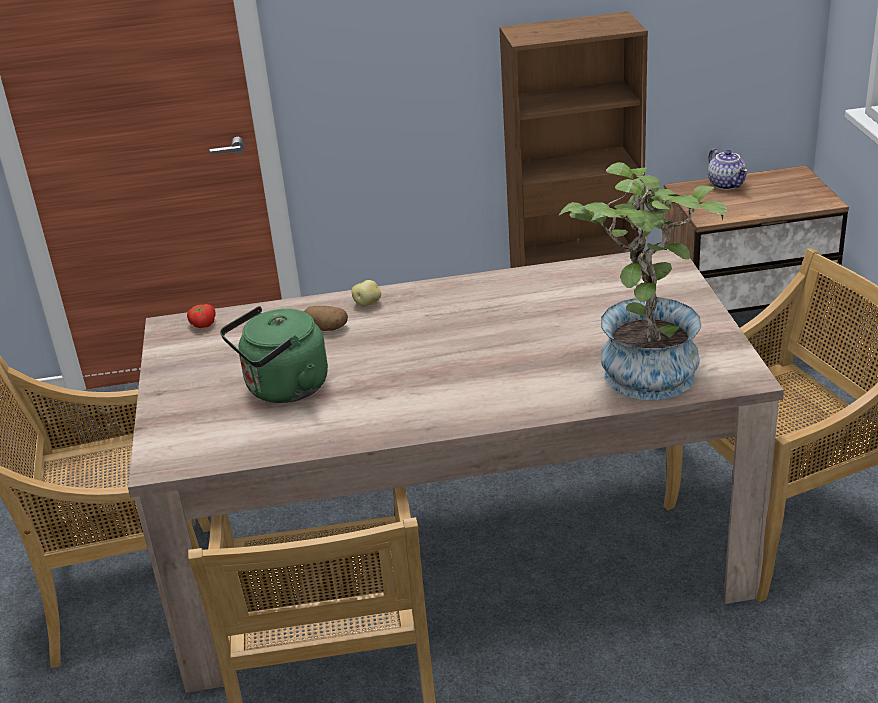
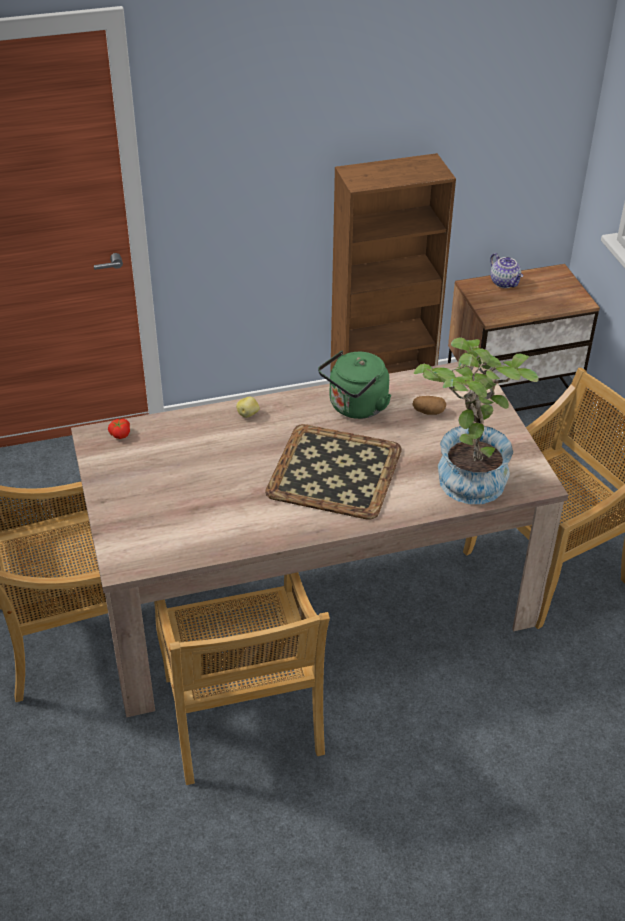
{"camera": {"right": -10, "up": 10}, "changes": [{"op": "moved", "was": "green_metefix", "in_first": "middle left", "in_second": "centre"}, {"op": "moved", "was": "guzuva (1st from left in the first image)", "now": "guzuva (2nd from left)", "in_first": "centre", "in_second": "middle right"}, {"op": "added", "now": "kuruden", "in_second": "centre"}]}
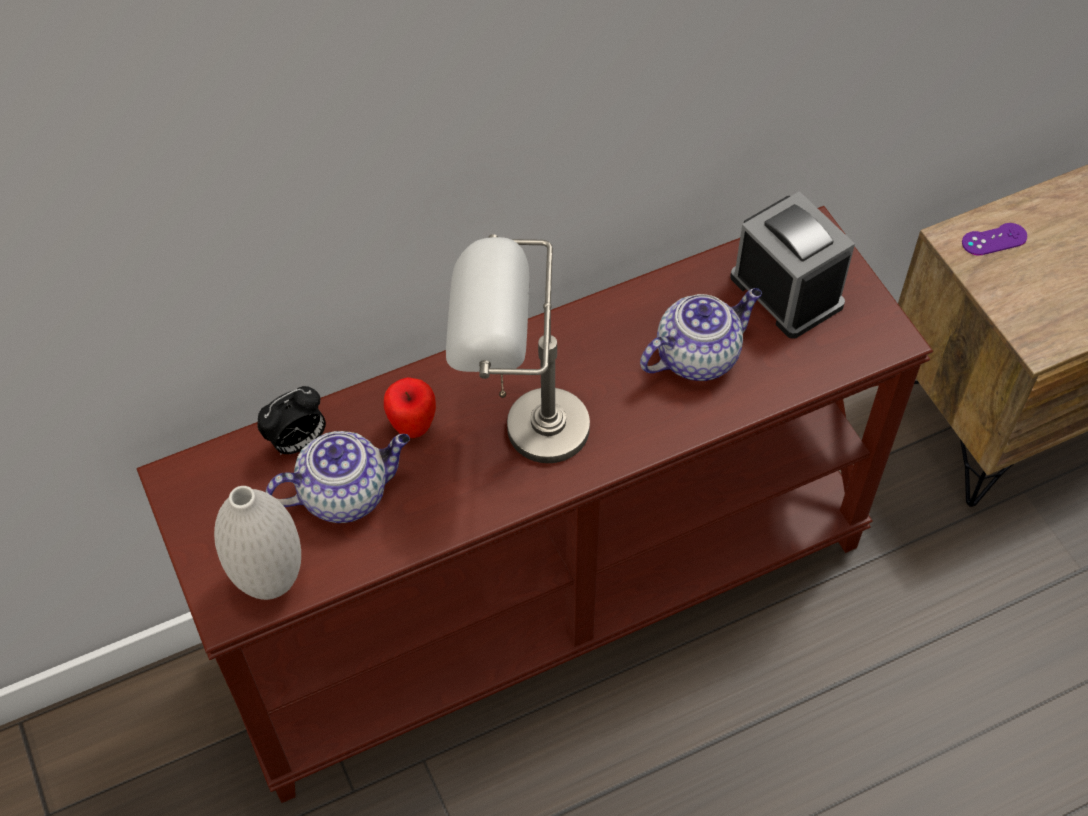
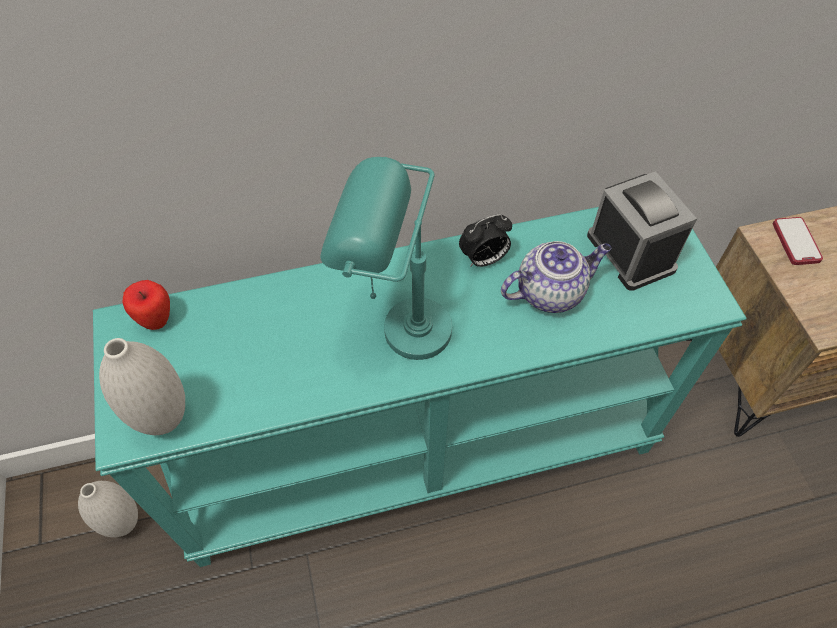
{"camera": {"right": 10, "up": 0}, "changes": [{"op": "recoloured", "was": "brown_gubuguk", "now": "turquoise_gubuguk", "in_first": "centre", "in_second": "centre"}, {"op": "moved", "was": "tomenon (1st from left)", "in_first": "middle left", "in_second": "centre"}, {"op": "removed", "was": "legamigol (1st from left)", "in_first": "middle left"}, {"op": "moved", "was": "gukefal", "in_first": "centre", "in_second": "middle left"}, {"op": "recoloured", "was": "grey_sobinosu", "now": "turquoise_sobinosu", "in_first": "centre", "in_second": "centre"}, {"op": "replaced", "was": "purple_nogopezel", "now": "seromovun", "in_first": "top right", "in_second": "middle right"}, {"op": "added", "now": "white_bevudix (1st from left)", "in_second": "bottom left"}]}
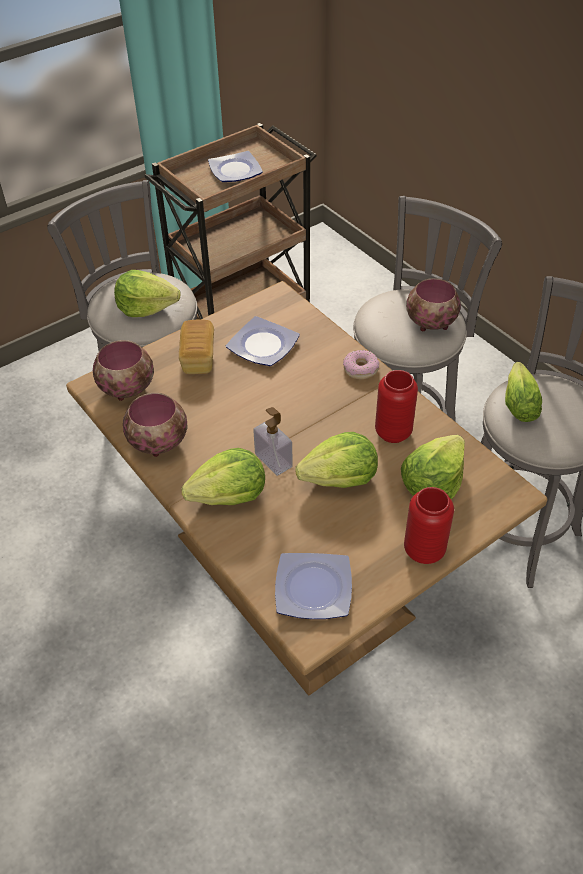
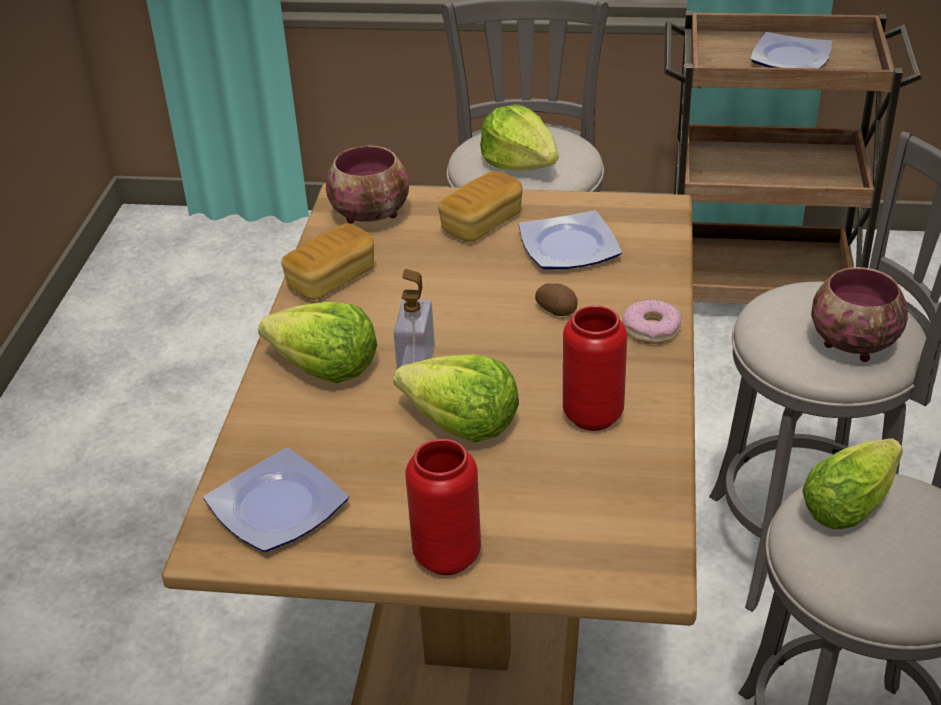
{"camera": {"right": 45, "up": -10}, "changes": [{"op": "replaced", "was": "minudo (2nd from left)", "now": "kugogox (1st from left)", "in_first": "middle left", "in_second": "centre"}, {"op": "removed", "was": "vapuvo (4th from left)", "in_first": "middle right"}, {"op": "added", "now": "guzuva", "in_second": "centre"}]}
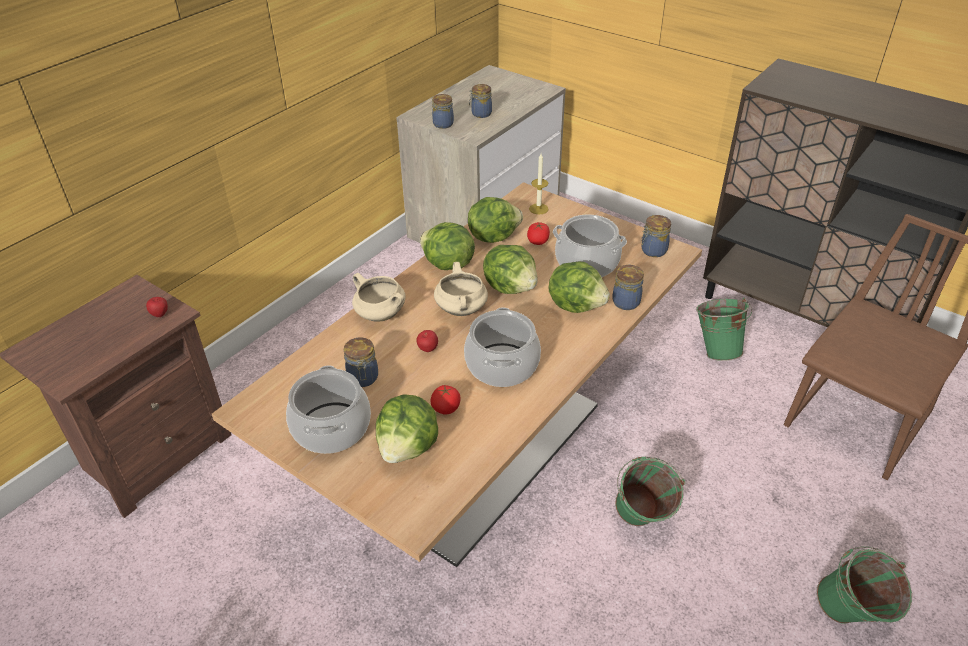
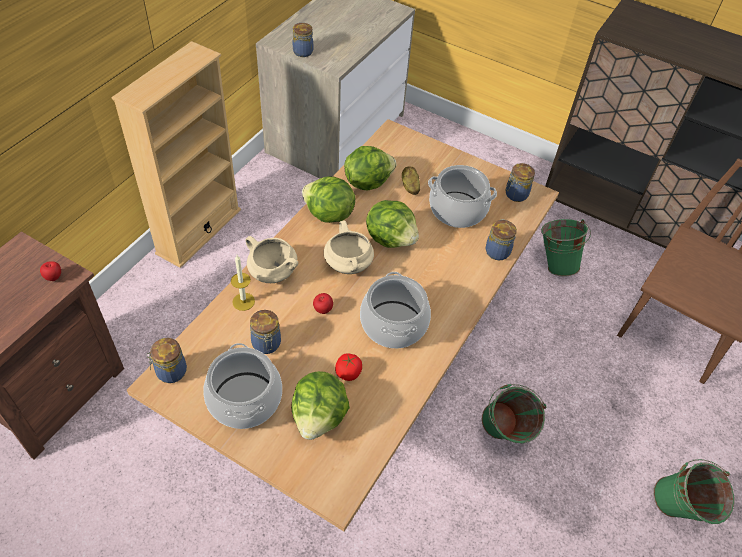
{"camera": {"right": -10, "up": 10}, "changes": [{"op": "moved", "was": "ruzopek (3rd from left in the first image)", "now": "ruzopek (1st from left)", "in_first": "top centre", "in_second": "middle left"}, {"op": "replaced", "was": "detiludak (2nd from left)", "now": "guzuva", "in_first": "centre", "in_second": "top centre"}, {"op": "moved", "was": "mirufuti", "in_first": "top centre", "in_second": "middle left"}, {"op": "removed", "was": "vapuvo (5th from left)", "in_first": "centre"}, {"op": "added", "now": "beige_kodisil", "in_second": "top left"}]}
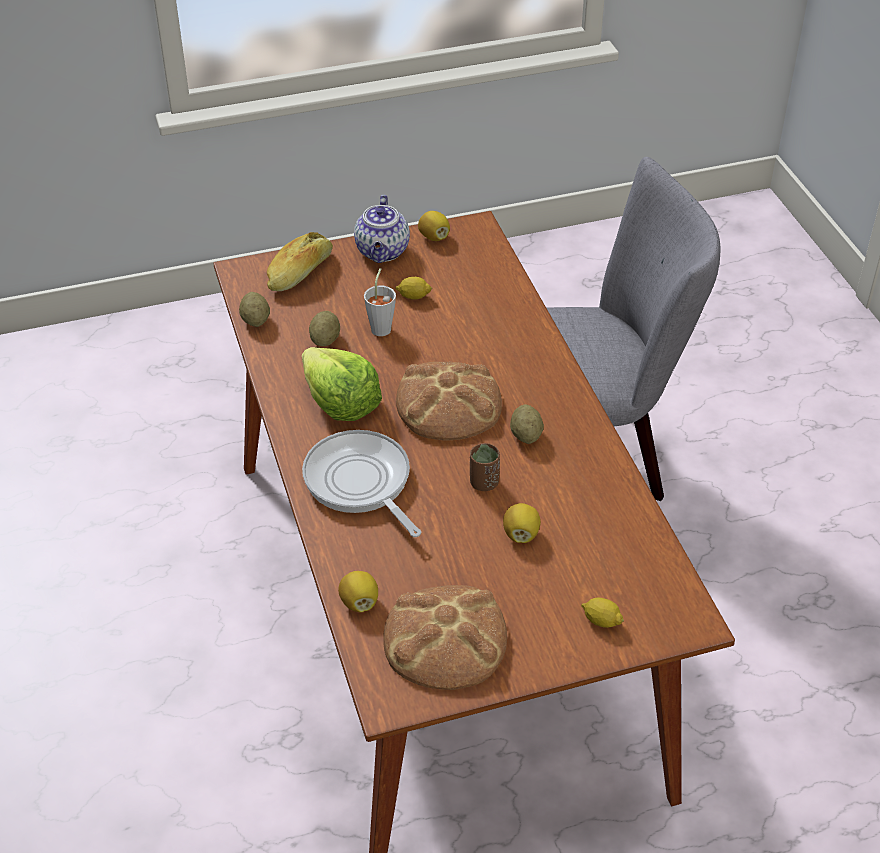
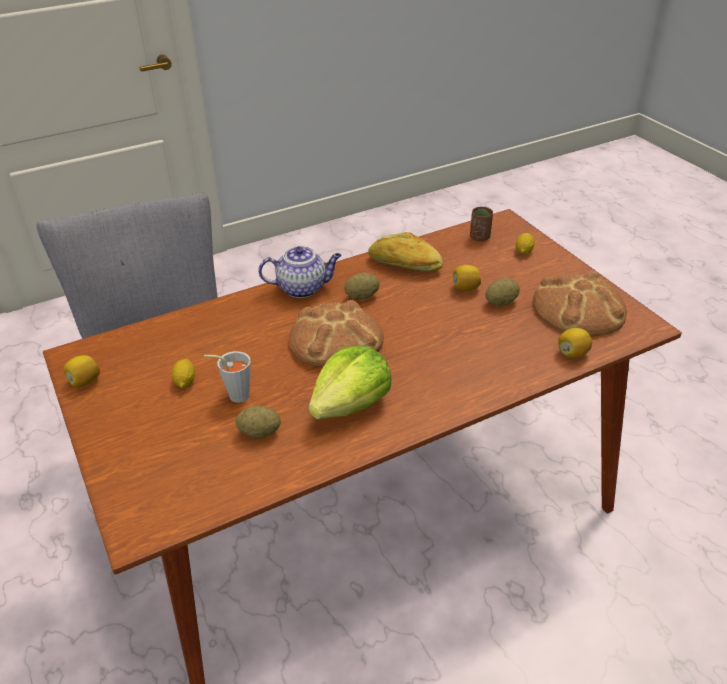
{"camera": {"right": -100, "up": -5}, "changes": [{"op": "moved", "was": "guzuva (1st from left in the first image)", "now": "guzuva (3rd from left)", "in_first": "middle left", "in_second": "middle right"}, {"op": "moved", "was": "kugogox (1st from left in the first image)", "now": "kugogox (2nd from left)", "in_first": "top centre", "in_second": "centre"}, {"op": "removed", "was": "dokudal", "in_first": "centre"}, {"op": "moved", "was": "legamigol", "in_first": "top centre", "in_second": "centre"}, {"op": "moved", "was": "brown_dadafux", "in_first": "centre", "in_second": "top centre"}]}
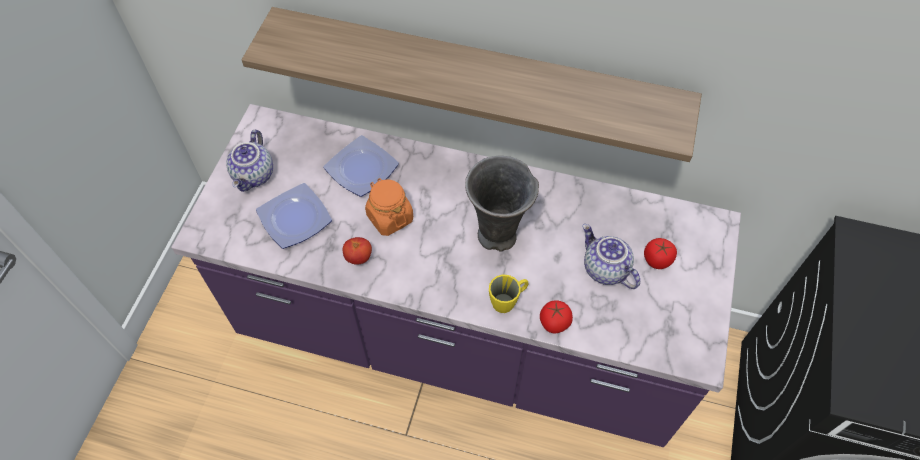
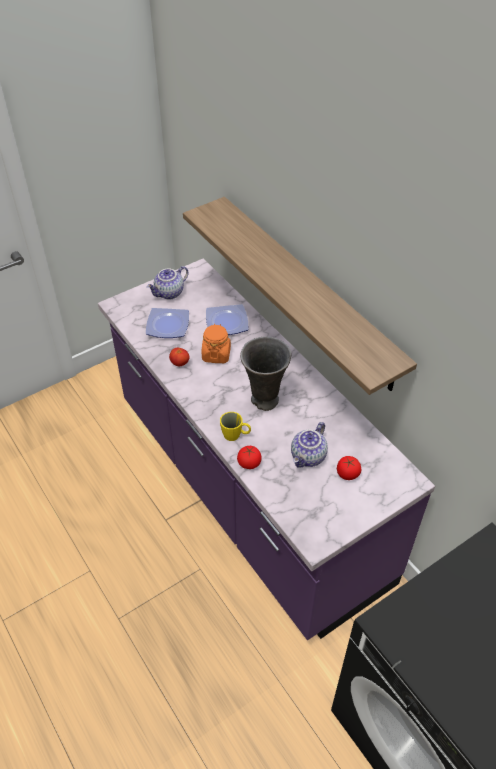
{"camera": {"right": 40, "up": -10}, "changes": [{"op": "turned", "was": "legamigol (2nd from left)", "in_first": "centre", "in_second": "centre", "clockwise": -150}]}
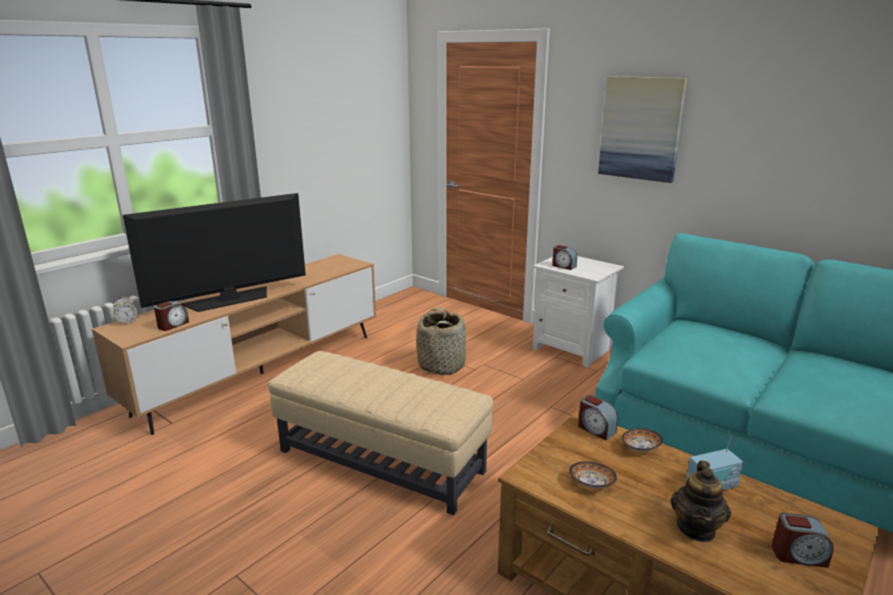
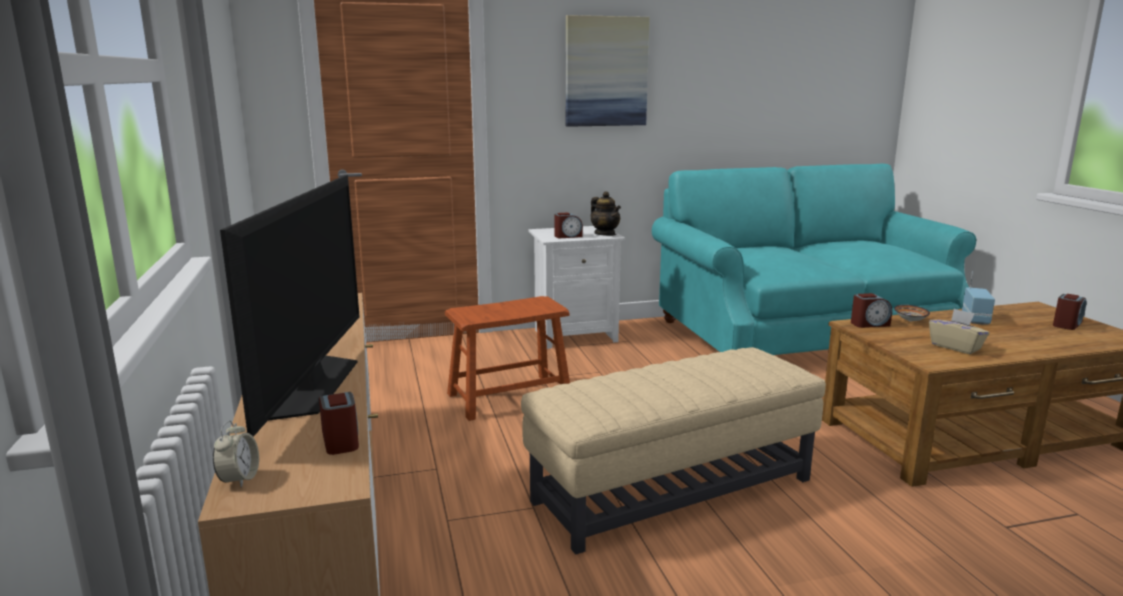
{"camera": {"right": -55, "up": -5}, "changes": [{"op": "replaced", "was": "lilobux", "now": "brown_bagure", "in_first": "centre", "in_second": "centre"}, {"op": "replaced", "was": "minudo (1st from left)", "now": "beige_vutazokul", "in_first": "bottom centre", "in_second": "middle right"}, {"op": "moved", "was": "legamigol", "in_first": "bottom right", "in_second": "centre"}]}
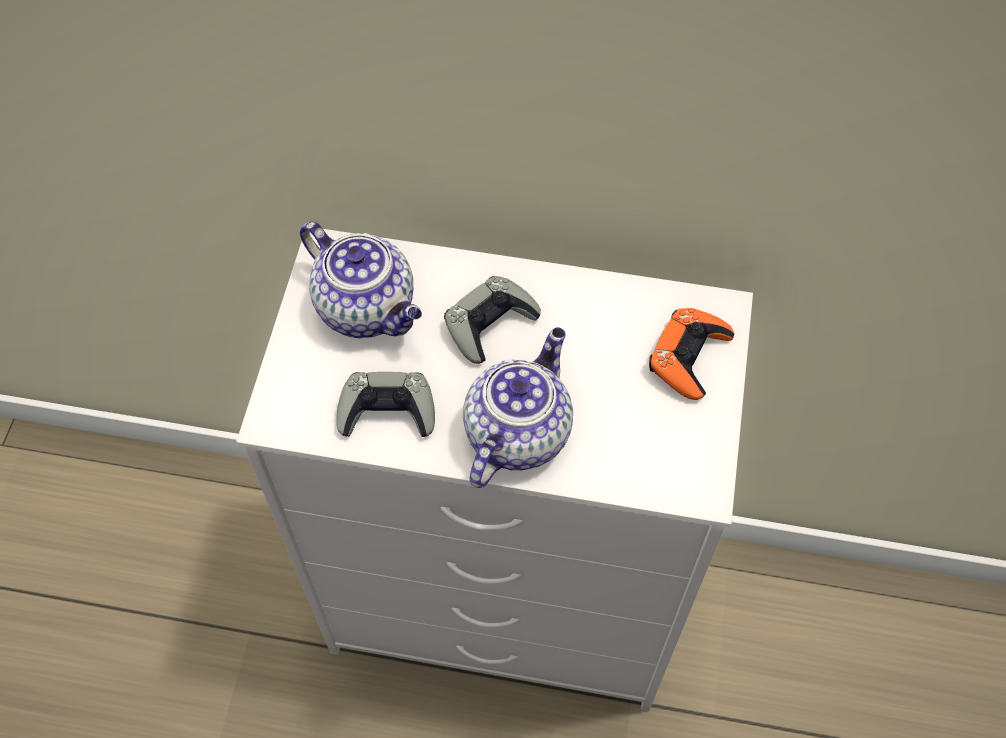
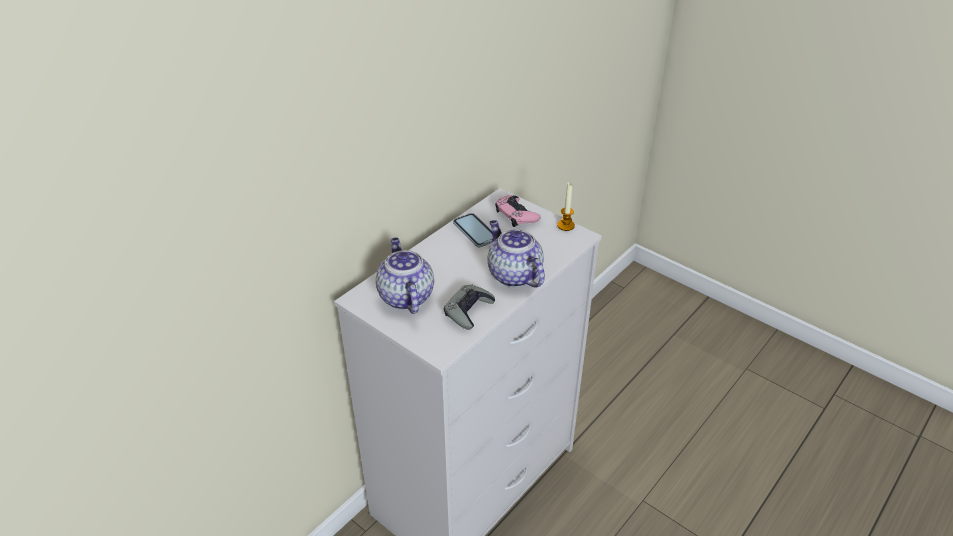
{"camera": {"right": -60, "up": -20}, "changes": [{"op": "turned", "was": "legamigol (1st from left)", "in_first": "centre", "in_second": "centre", "clockwise": -90}, {"op": "removed", "was": "grey_nogopezel (2nd from left)", "in_first": "centre"}, {"op": "recoloured", "was": "orange_nogopezel", "now": "pink_nogopezel", "in_first": "middle right", "in_second": "centre"}, {"op": "added", "now": "seromovun", "in_second": "centre"}, {"op": "added", "now": "mirufuti", "in_second": "centre"}]}
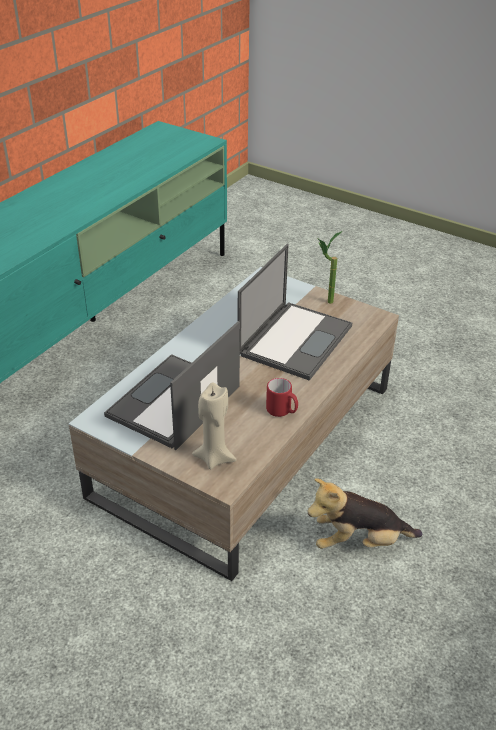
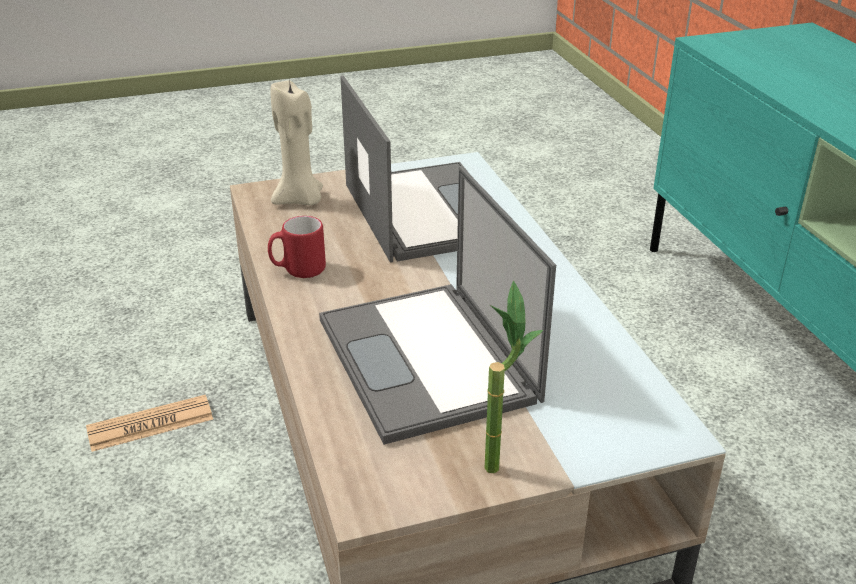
{"camera": {"right": 130, "up": -5}, "changes": [{"op": "replaced", "was": "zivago", "now": "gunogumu", "in_first": "bottom right", "in_second": "bottom left"}]}
